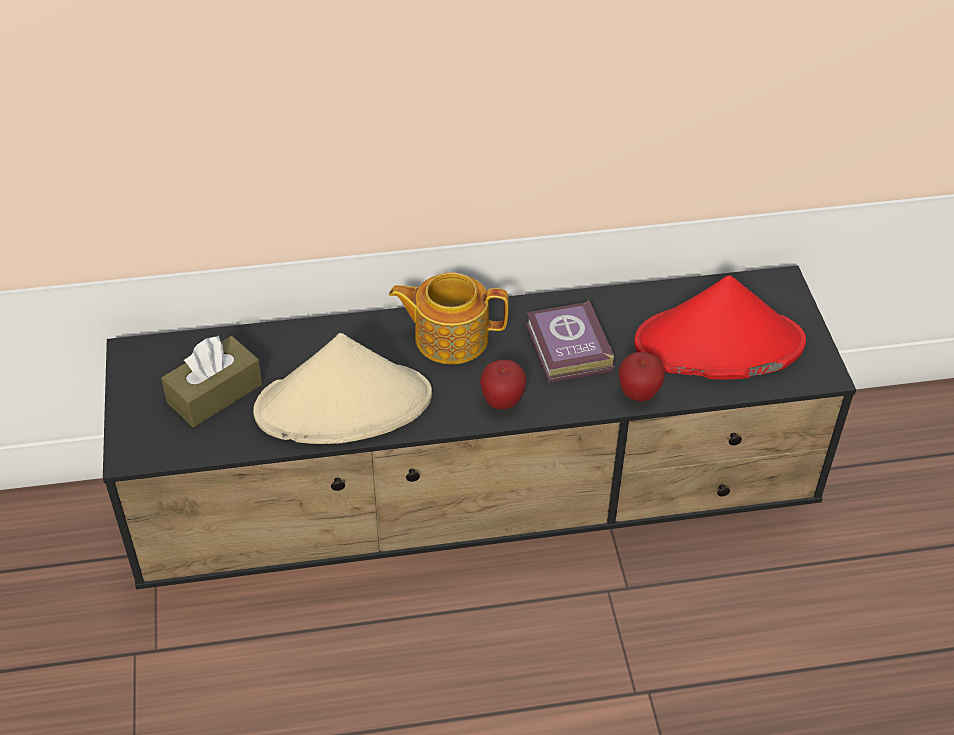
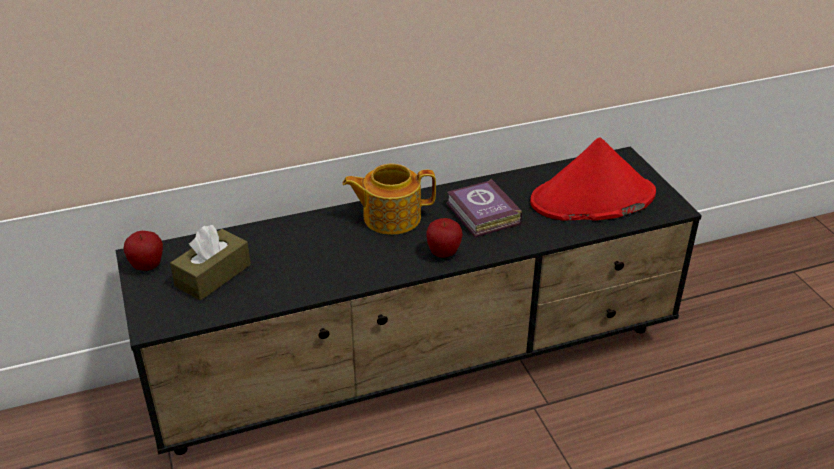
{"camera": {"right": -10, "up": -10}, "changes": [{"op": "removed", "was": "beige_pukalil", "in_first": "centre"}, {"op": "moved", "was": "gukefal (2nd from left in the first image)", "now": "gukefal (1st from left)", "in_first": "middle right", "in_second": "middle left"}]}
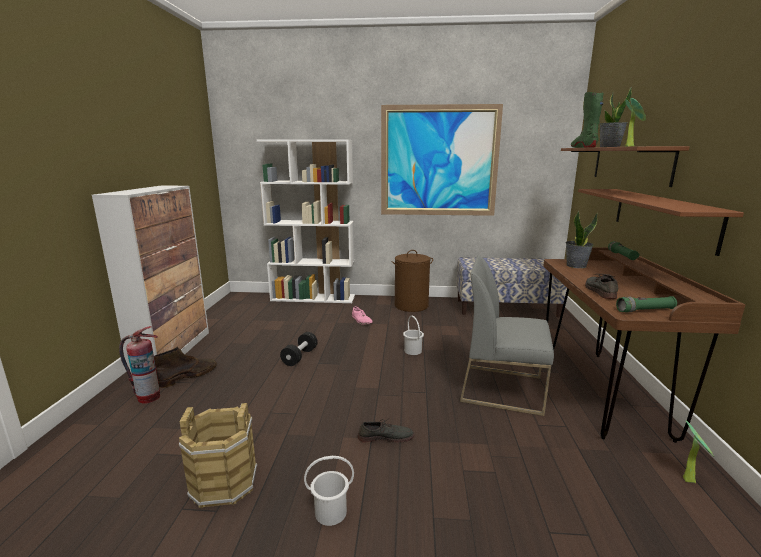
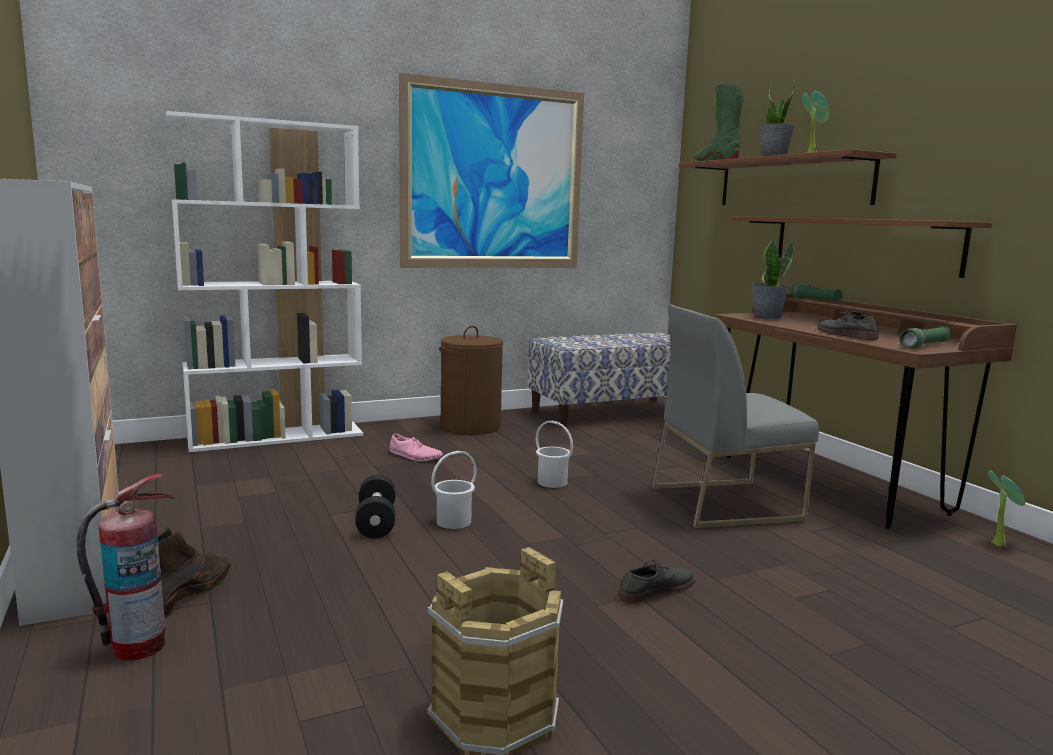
{"camera": {"right": -30, "up": -5}, "changes": [{"op": "moved", "was": "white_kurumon (1st from left)", "in_first": "bottom centre", "in_second": "centre"}]}
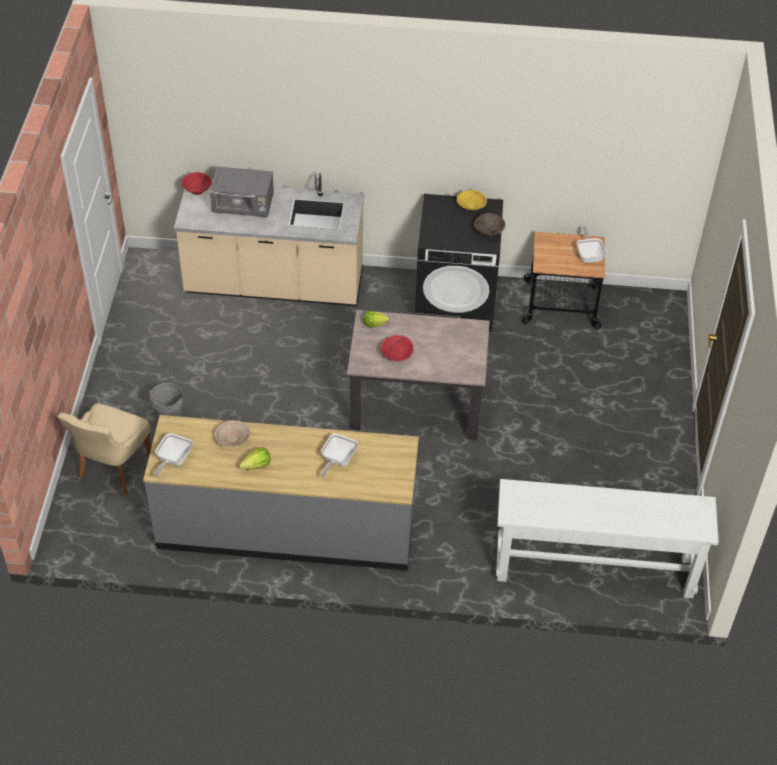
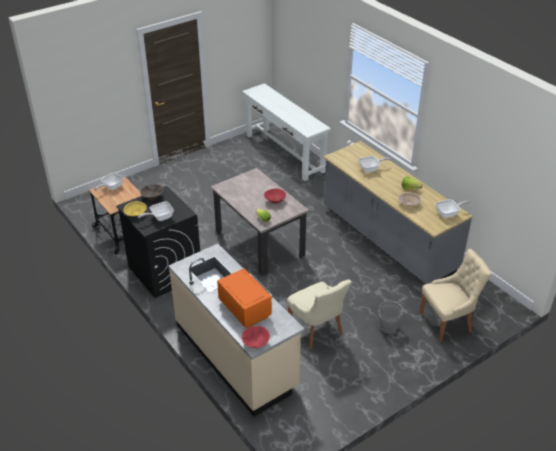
{"camera": {"right": -130, "up": -10}, "changes": [{"op": "recoloured", "was": "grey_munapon", "now": "orange_munapon", "in_first": "top left", "in_second": "centre"}, {"op": "added", "now": "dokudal (2nd from left)", "in_second": "middle left"}, {"op": "added", "now": "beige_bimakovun (1st from left)", "in_second": "bottom centre"}]}
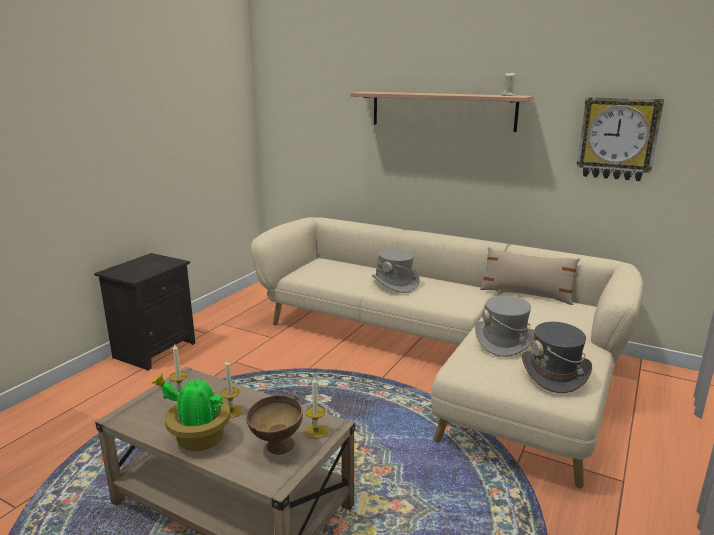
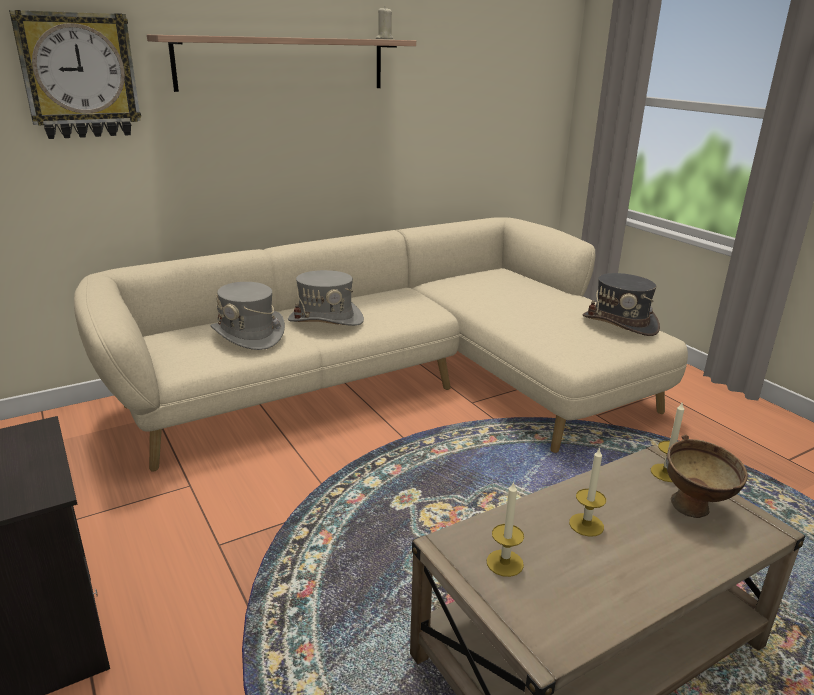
{"camera": {"right": -60, "up": 5}, "changes": [{"op": "removed", "was": "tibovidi", "in_first": "bottom left"}, {"op": "moved", "was": "grey_pukalil (2nd from left in the first image)", "now": "grey_pukalil (1st from left)", "in_first": "middle right", "in_second": "middle left"}, {"op": "removed", "was": "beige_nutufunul", "in_first": "middle right"}, {"op": "moved", "was": "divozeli", "in_first": "top right", "in_second": "top left"}]}
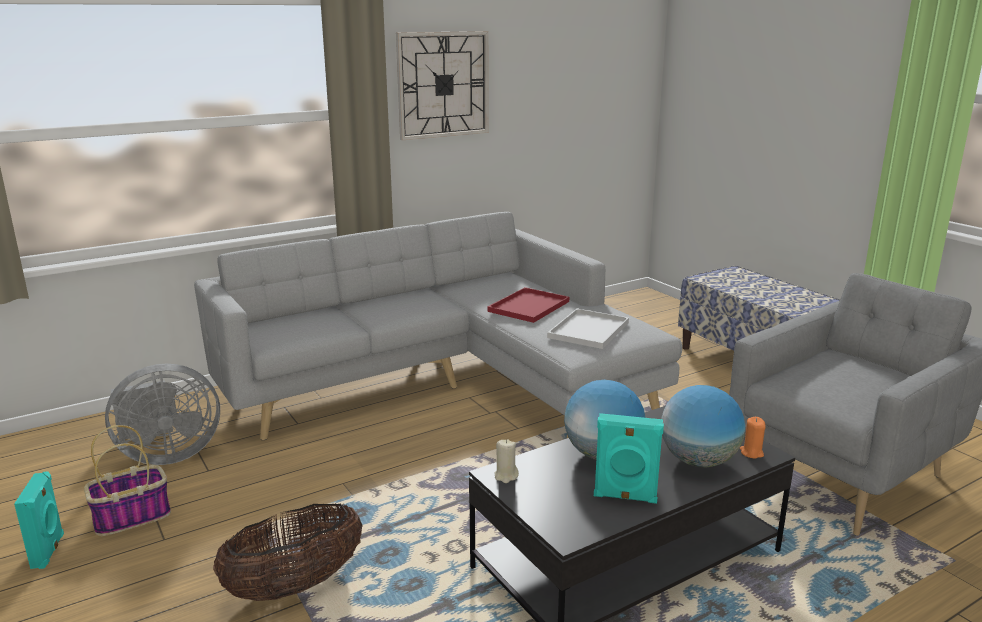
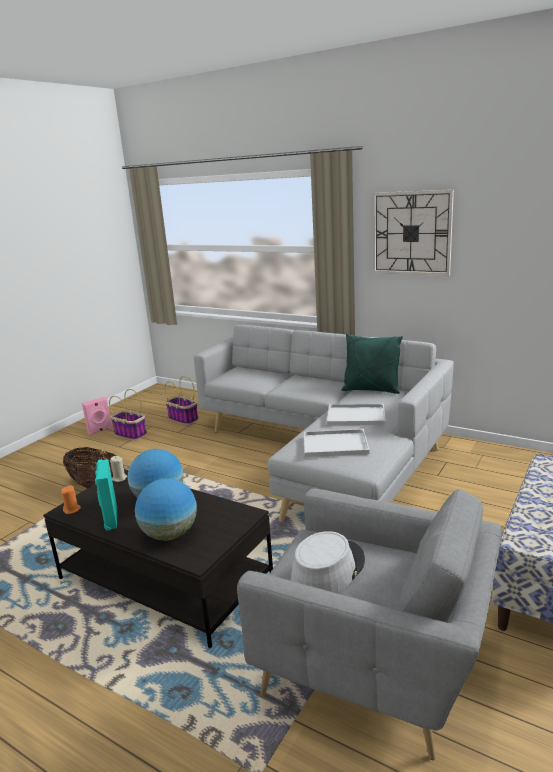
{"camera": {"right": 65, "up": 0}, "changes": [{"op": "recoloured", "was": "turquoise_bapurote (1st from left)", "now": "pink_bapurote", "in_first": "bottom left", "in_second": "middle left"}, {"op": "replaced", "was": "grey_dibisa", "now": "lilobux (3rd from left)", "in_first": "middle left", "in_second": "middle left"}, {"op": "recoloured", "was": "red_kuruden", "now": "white_kuruden (2nd from left)", "in_first": "centre", "in_second": "centre"}, {"op": "moved", "was": "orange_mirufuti", "in_first": "bottom right", "in_second": "middle left"}, {"op": "added", "now": "grey_pukalil", "in_second": "bottom centre"}, {"op": "added", "now": "green_nutufunul", "in_second": "middle right"}]}
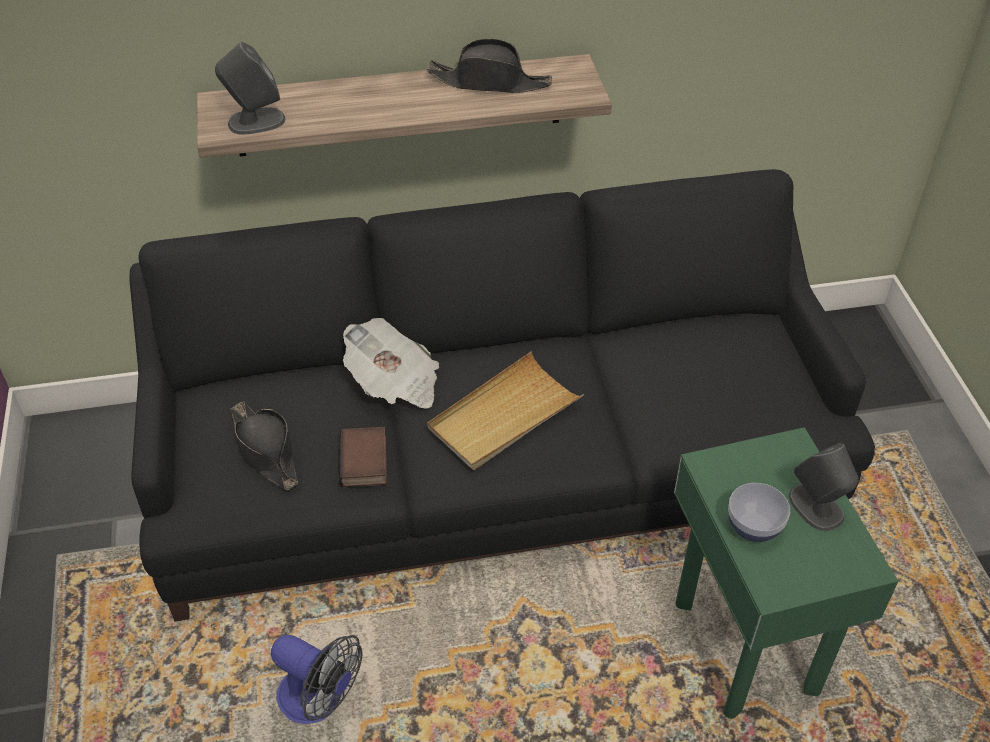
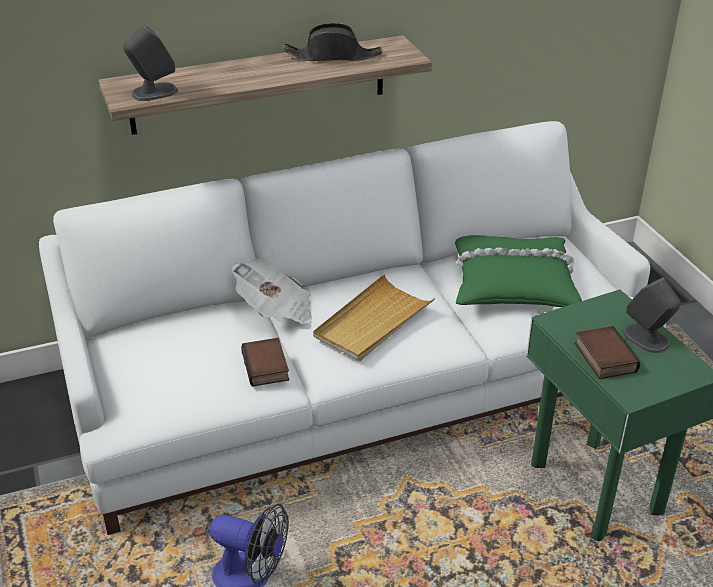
{"camera": {"right": -10, "up": -10}, "changes": [{"op": "recoloured", "was": "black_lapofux", "now": "white_lapofux", "in_first": "centre", "in_second": "centre"}, {"op": "removed", "was": "black_pukalil (1st from left)", "in_first": "middle left"}, {"op": "replaced", "was": "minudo", "now": "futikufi (2nd from left)", "in_first": "bottom right", "in_second": "middle right"}, {"op": "added", "now": "green_nutufunul", "in_second": "middle right"}]}
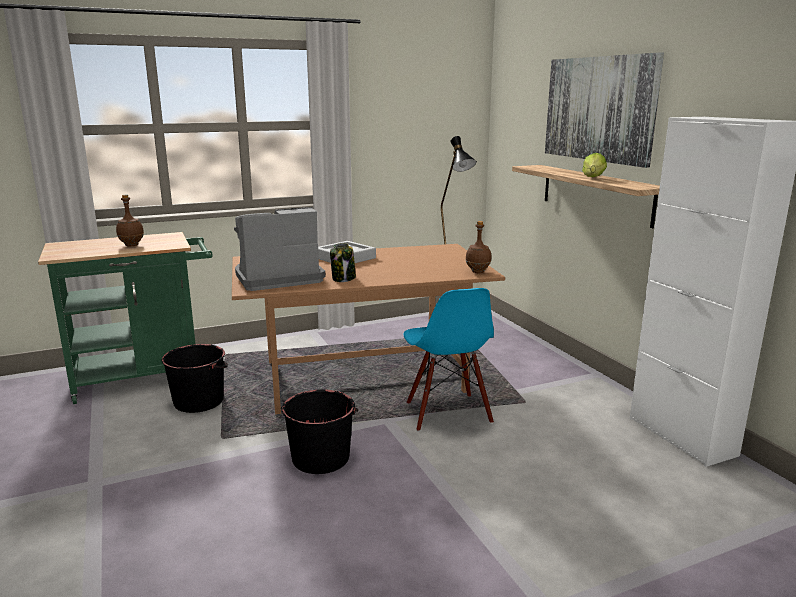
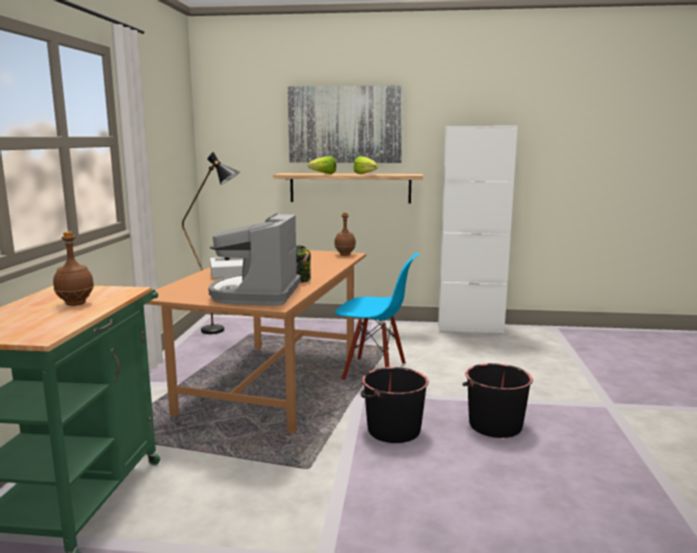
{"camera": {"right": -60, "up": -5}, "changes": [{"op": "moved", "was": "black_kurumon (1st from left in the first image)", "now": "black_kurumon (2nd from left)", "in_first": "middle left", "in_second": "bottom right"}, {"op": "added", "now": "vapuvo (1st from left)", "in_second": "top centre"}]}
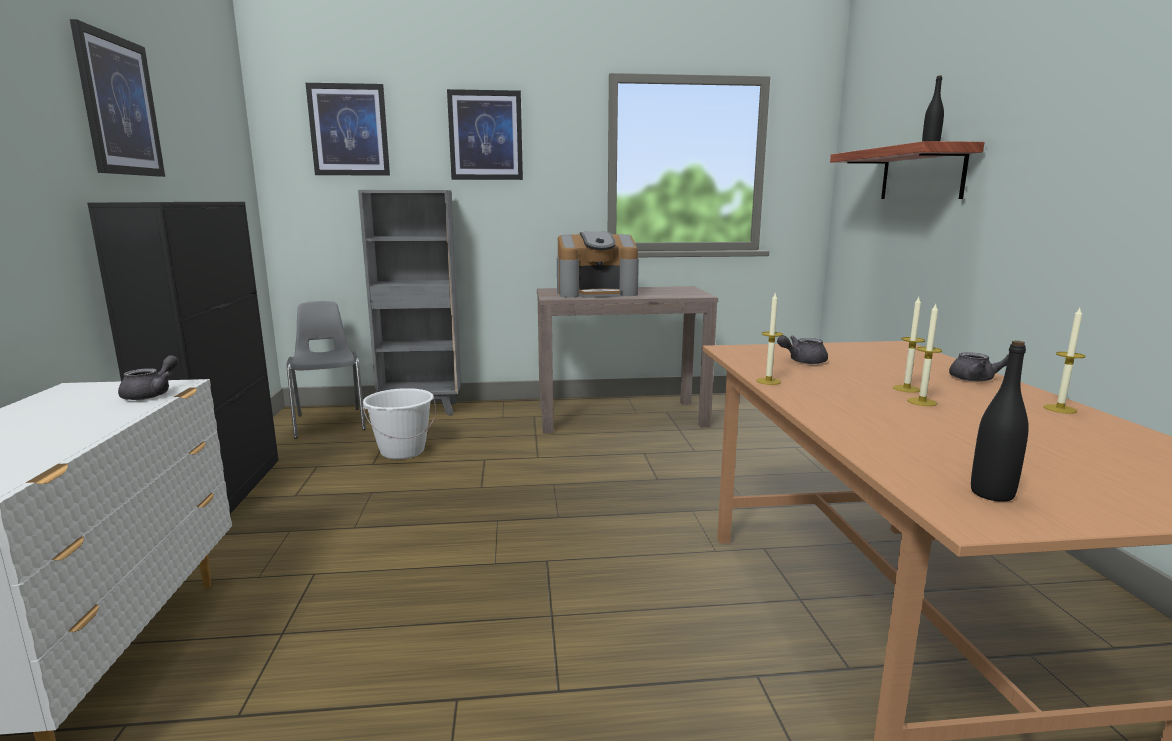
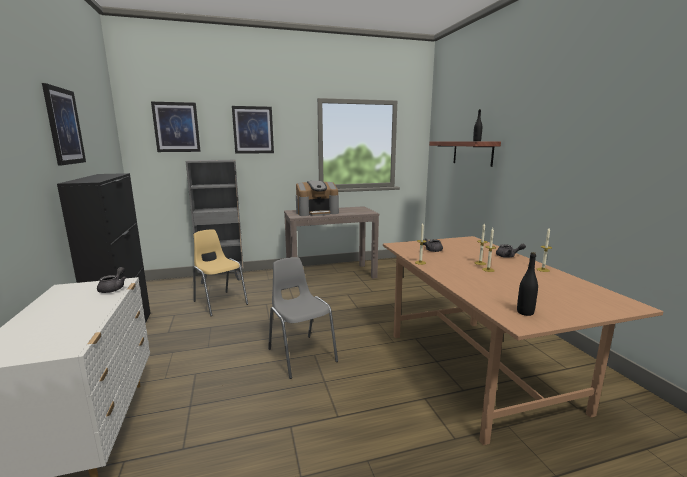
{"camera": {"right": -10, "up": 0}, "changes": [{"op": "moved", "was": "grey_bimakovun", "in_first": "middle left", "in_second": "bottom centre"}, {"op": "replaced", "was": "white_kurumon", "now": "yellow_bimakovun", "in_first": "centre", "in_second": "middle left"}]}
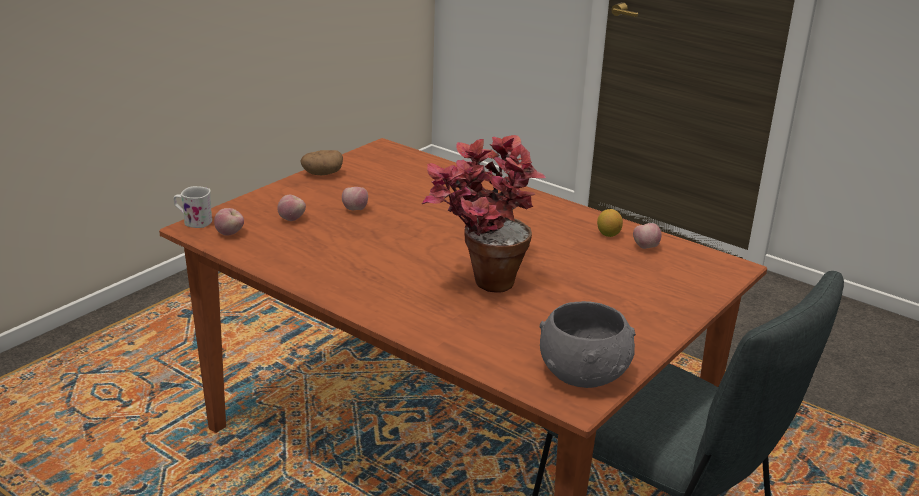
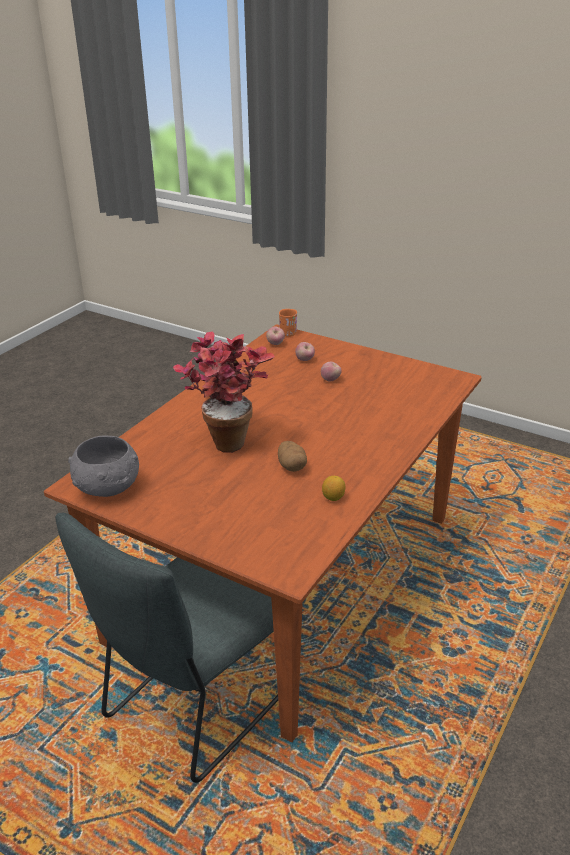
{"camera": {"right": 85, "up": 5}, "changes": [{"op": "recoloured", "was": "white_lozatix", "now": "orange_lozatix", "in_first": "middle left", "in_second": "centre"}, {"op": "moved", "was": "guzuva", "in_first": "top centre", "in_second": "centre"}, {"op": "removed", "was": "gukefal (4th from left)", "in_first": "middle right"}]}
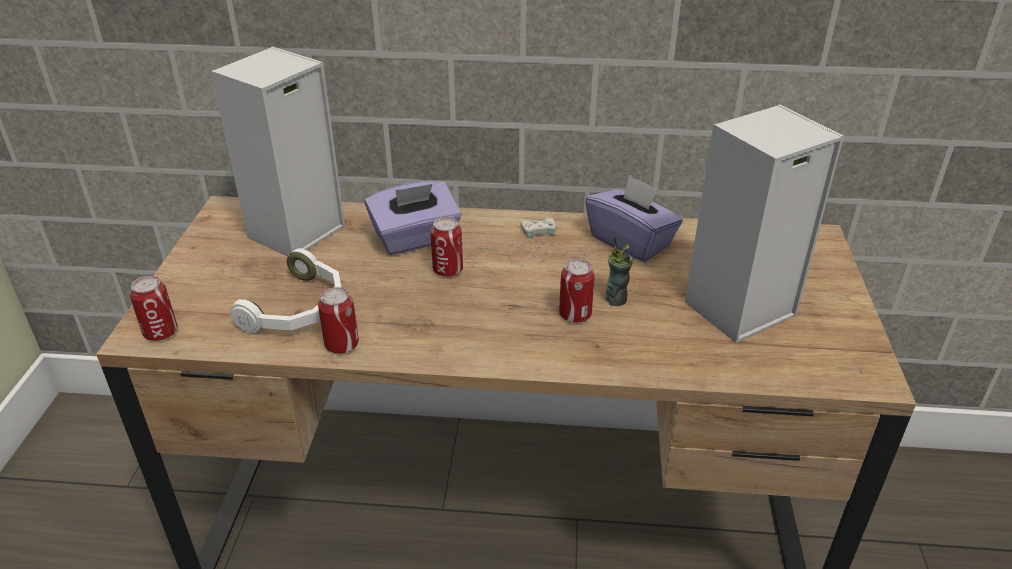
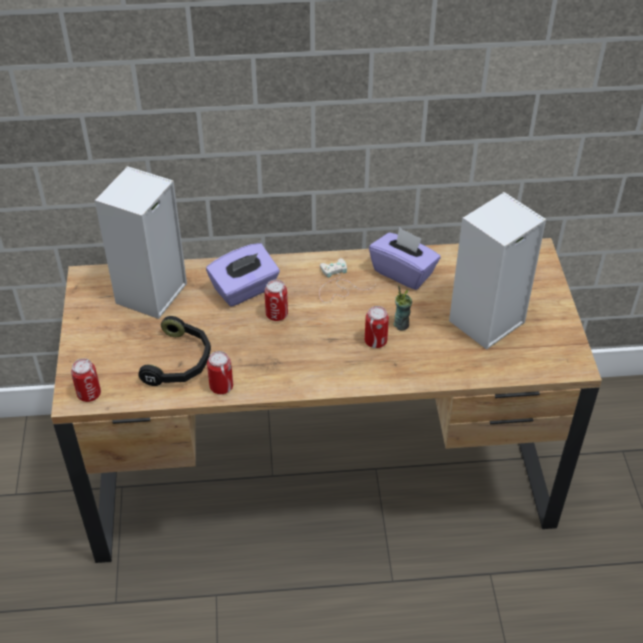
{"camera": {"right": -10, "up": 10}, "changes": [{"op": "recoloured", "was": "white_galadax", "now": "black_galadax", "in_first": "middle left", "in_second": "middle left"}]}
